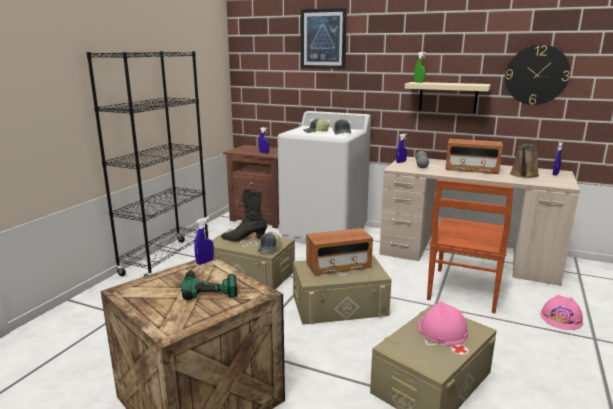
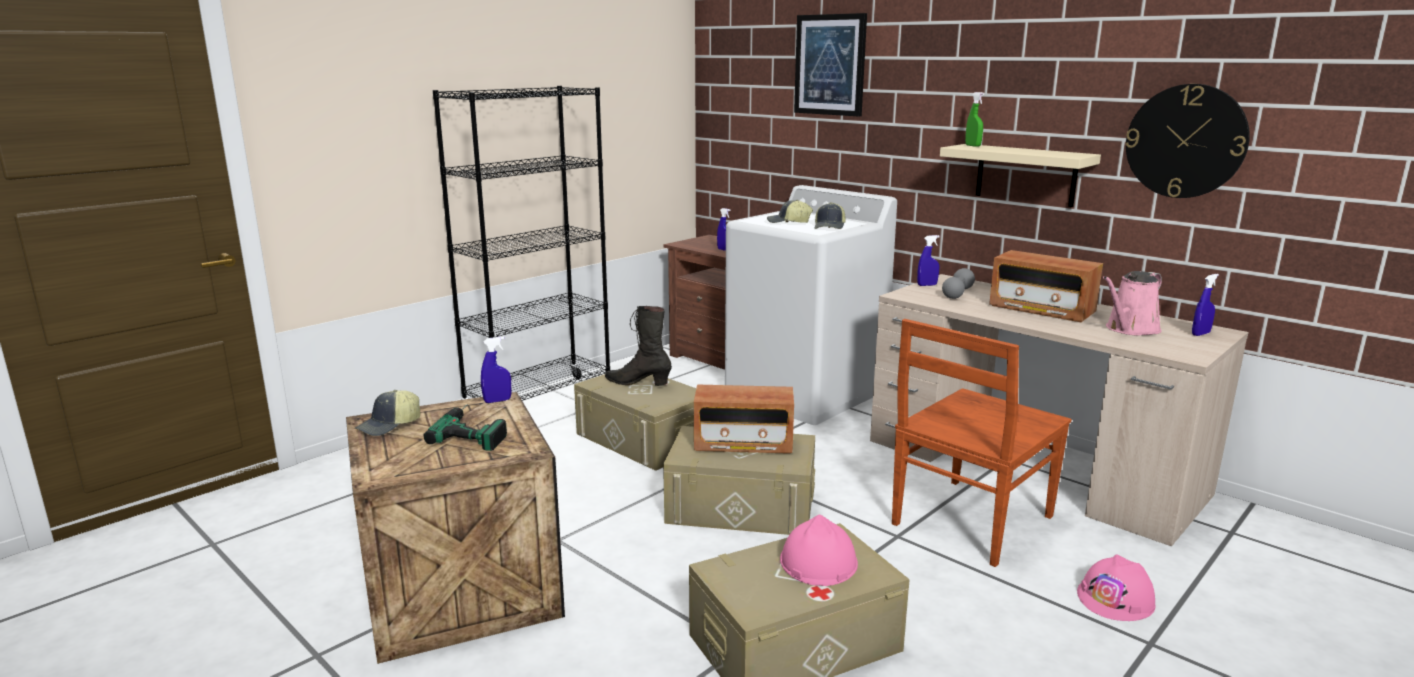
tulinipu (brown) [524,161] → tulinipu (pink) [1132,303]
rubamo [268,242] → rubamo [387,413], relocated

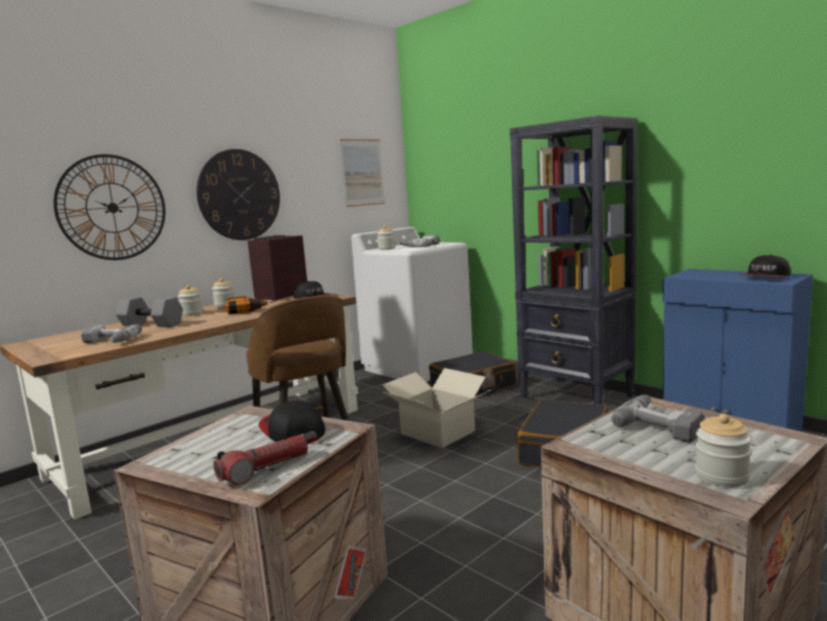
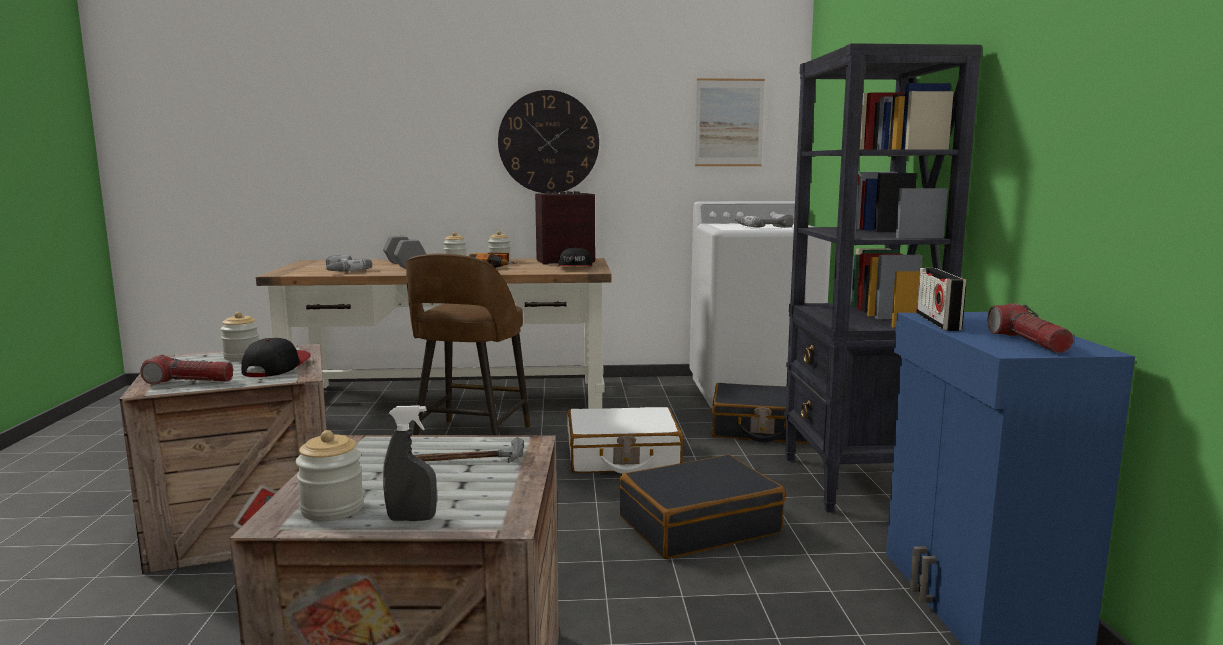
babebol [109,207] → -
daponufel [386,238] → daponufel [239,336], relocated
rubamo [766,266] → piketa [1030,328]
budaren [436,408] → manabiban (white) [625,440]
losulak [657,419] → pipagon [469,450]
- → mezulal [941,299]
- → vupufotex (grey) [410,463]

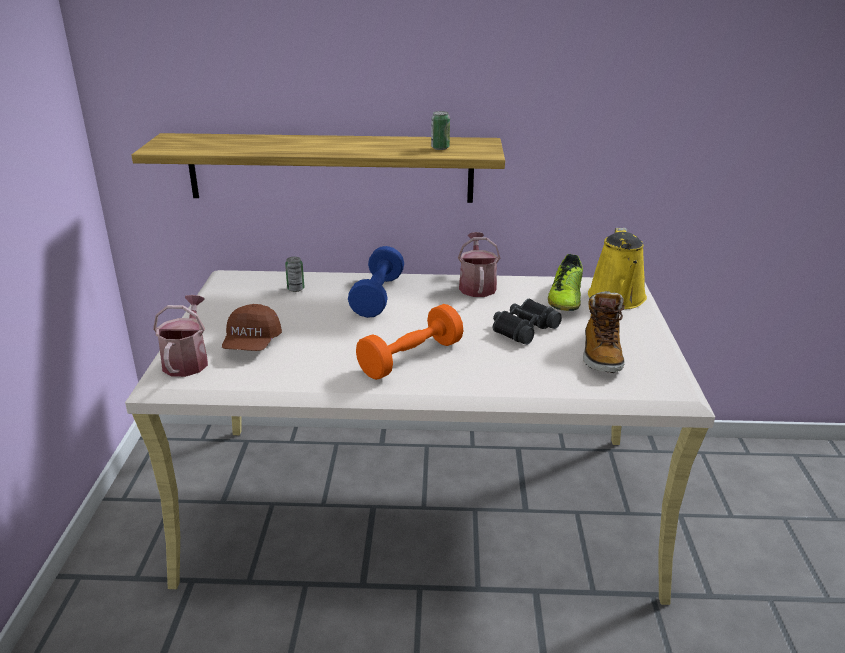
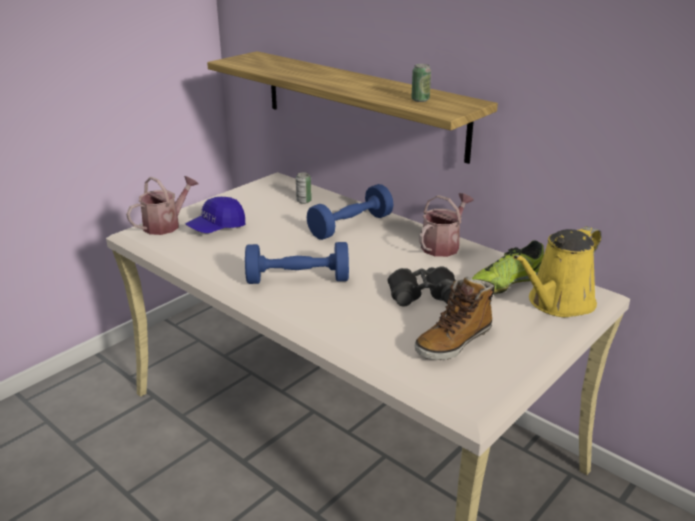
rubamo (brown) [252,327] → rubamo (blue) [215,215]
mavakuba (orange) [409,342] → mavakuba (blue) [297,263]

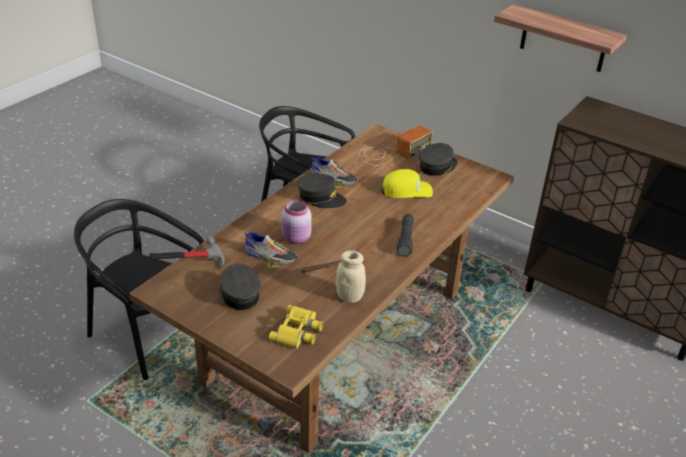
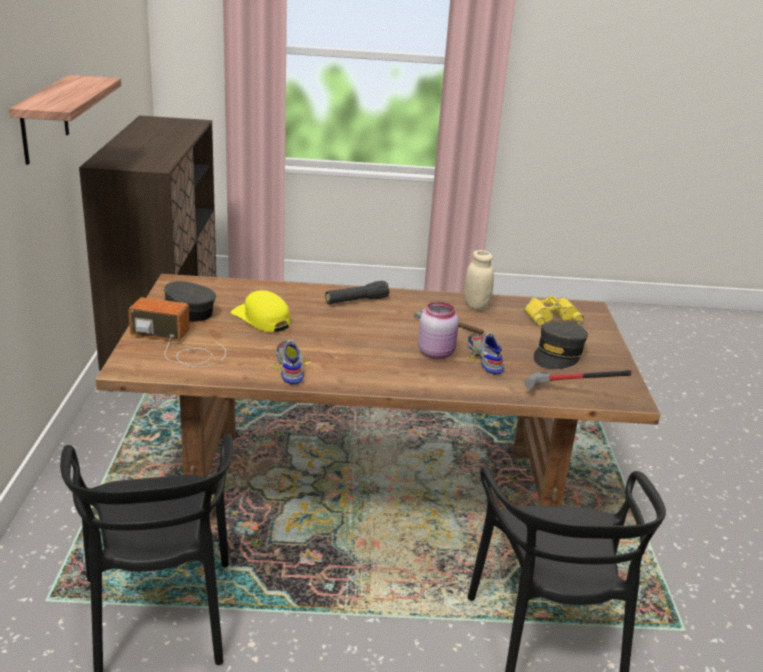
rubamo (grey) [322,191] → -

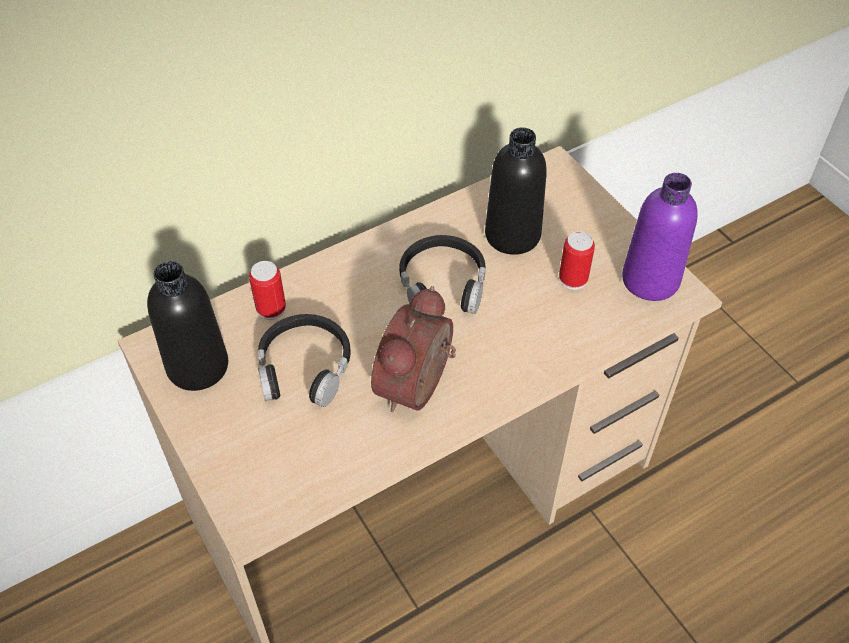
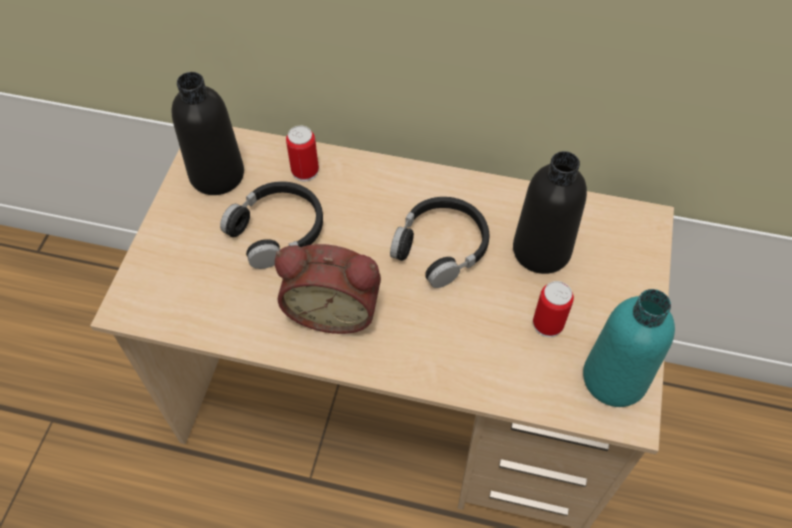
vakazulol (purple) [660,237] → vakazulol (turquoise) [629,348]
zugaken [413,349] → zugaken [328,289], 150 degrees counterclockwise

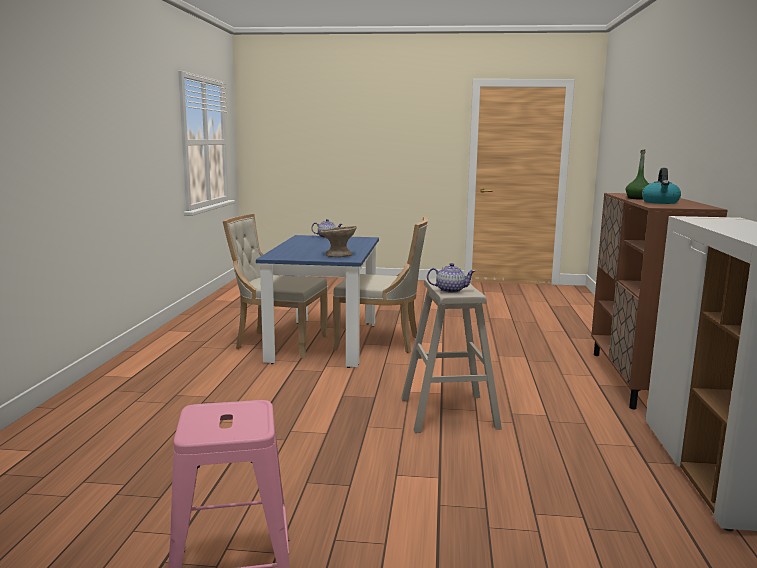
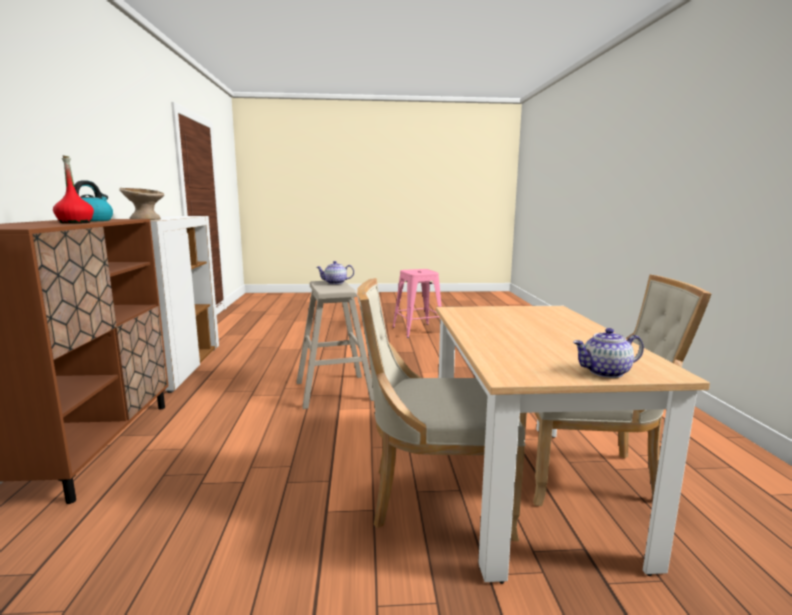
vakazulol (green) [637,174] → vakazulol (red) [73,189]
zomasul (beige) [338,241] → zomasul (beige) [141,204], relocated
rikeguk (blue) [317,301] → rikeguk (beige) [573,445]

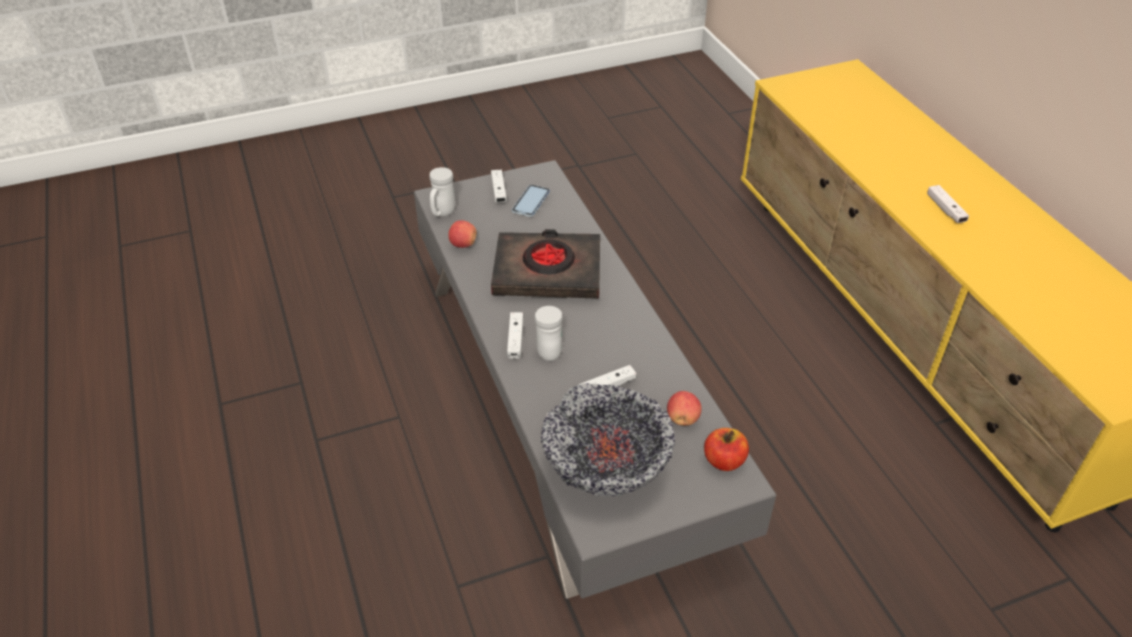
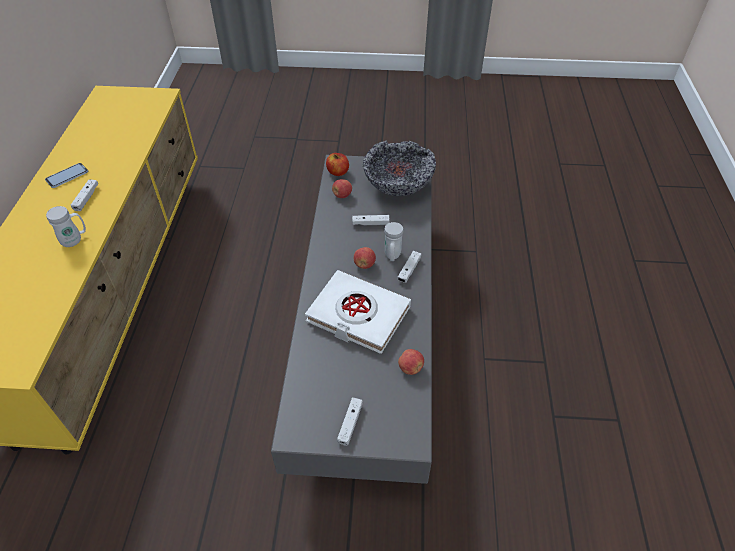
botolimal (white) [442,191] → botolimal (white) [66,226], relocated
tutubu [531,201] → tutubu [66,175], relocated
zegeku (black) [545,264] → zegeku (white) [358,312]
- → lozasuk [365,258]

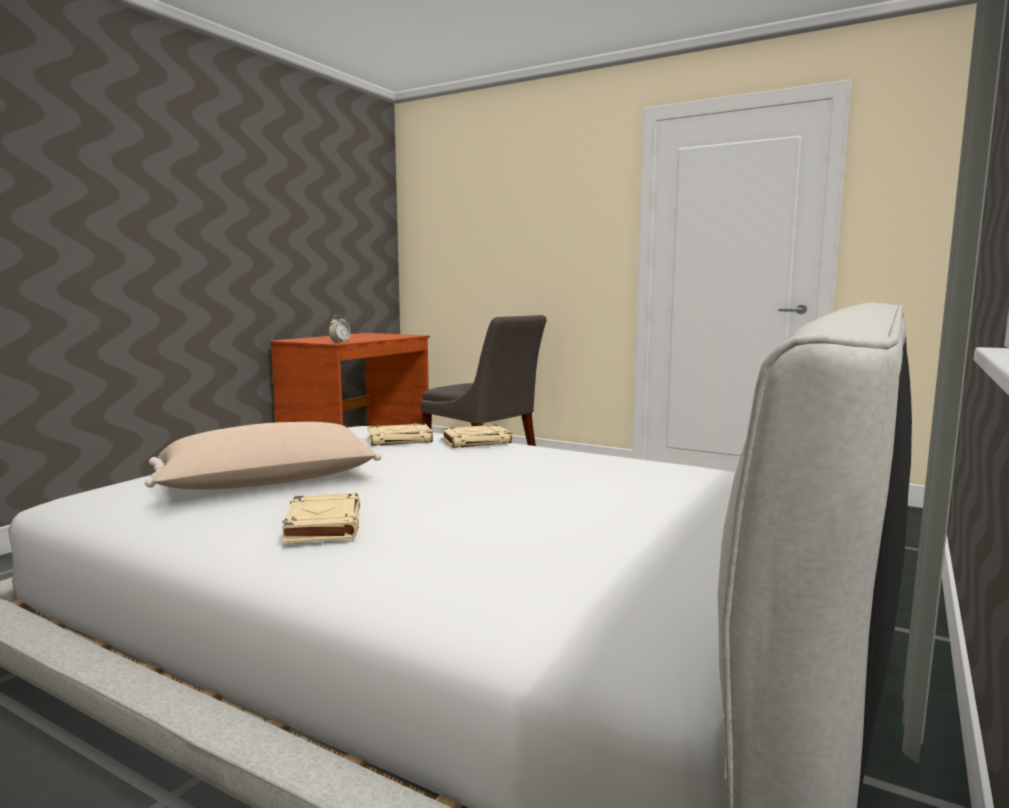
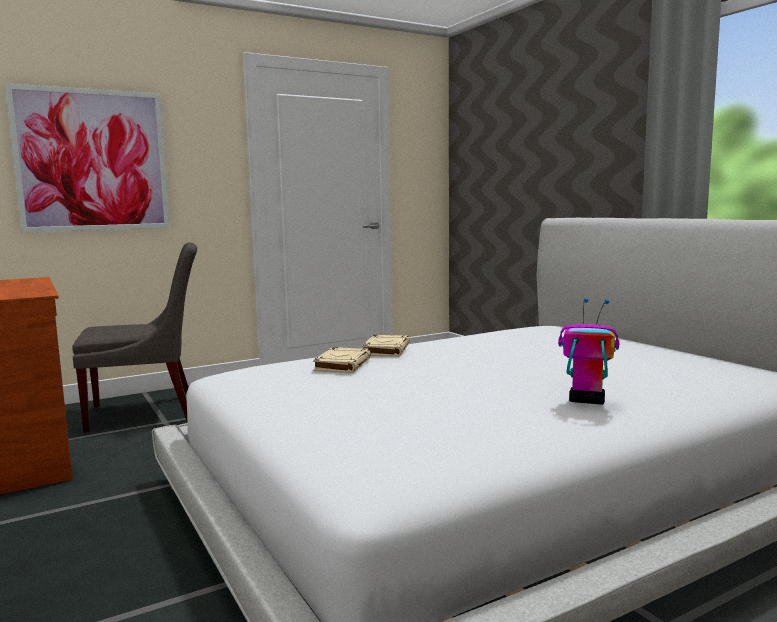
zugaken [340,328] → -
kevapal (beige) [263,456] → -
zegeku (beige) [321,518] → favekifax [588,351]
- → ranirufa [87,158]

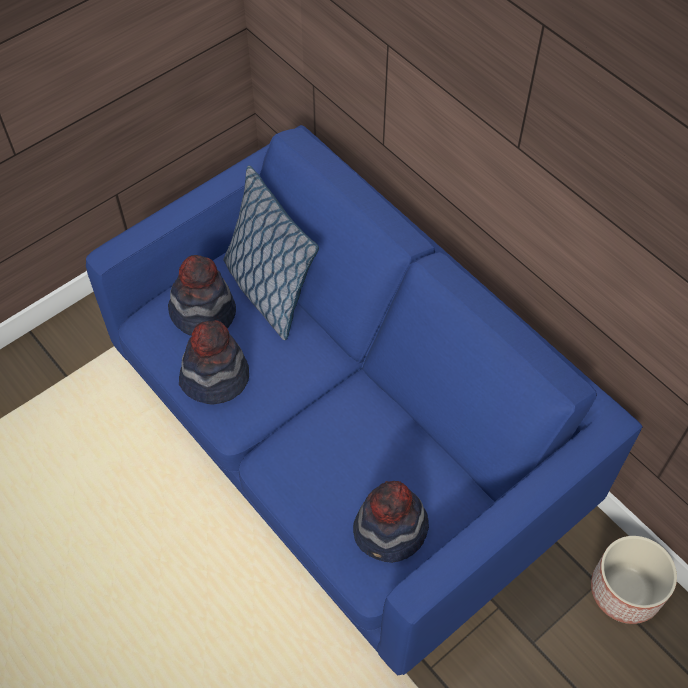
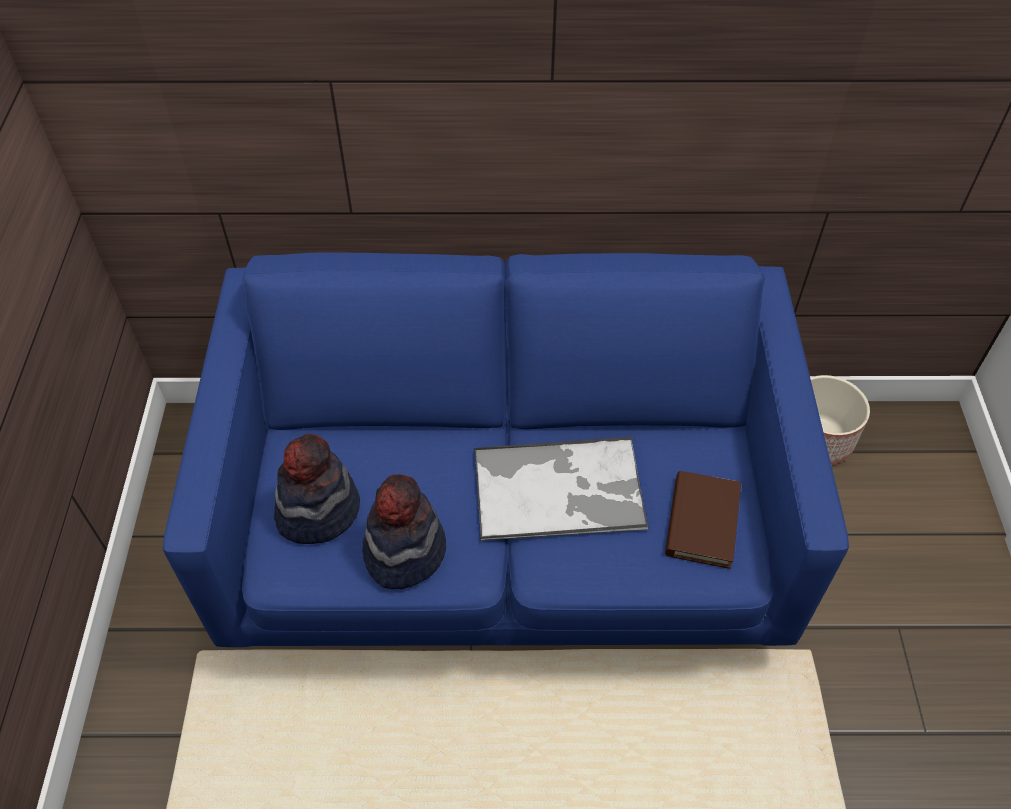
kevapal [271,253] → -
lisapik [391,522] → zegeku (brown) [703,520]
- → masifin [561,489]

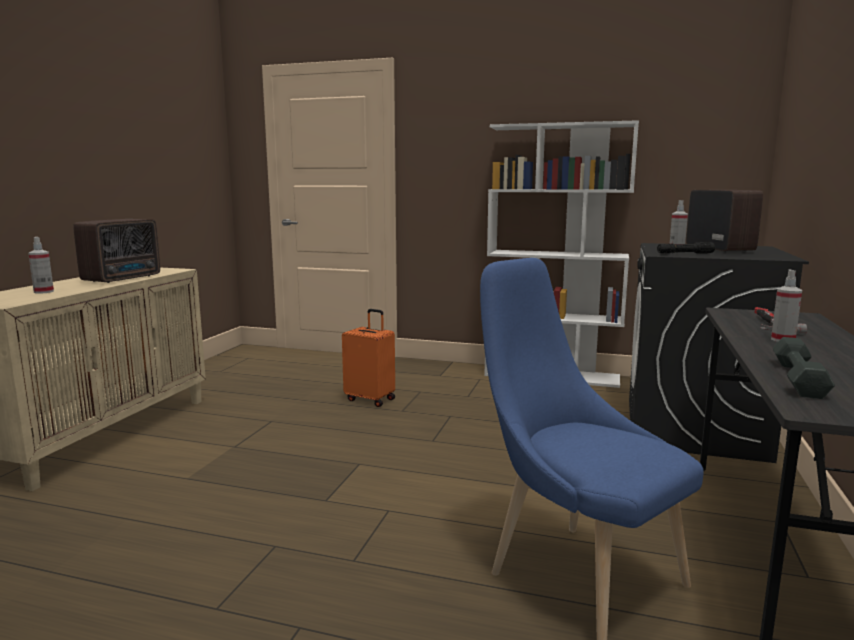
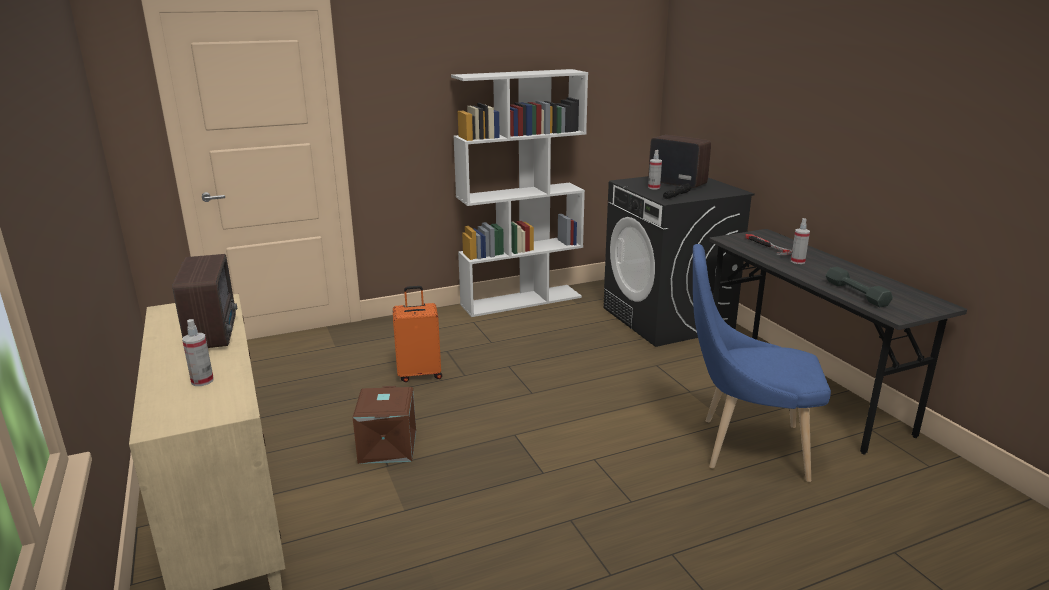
- → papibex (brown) [384,425]

